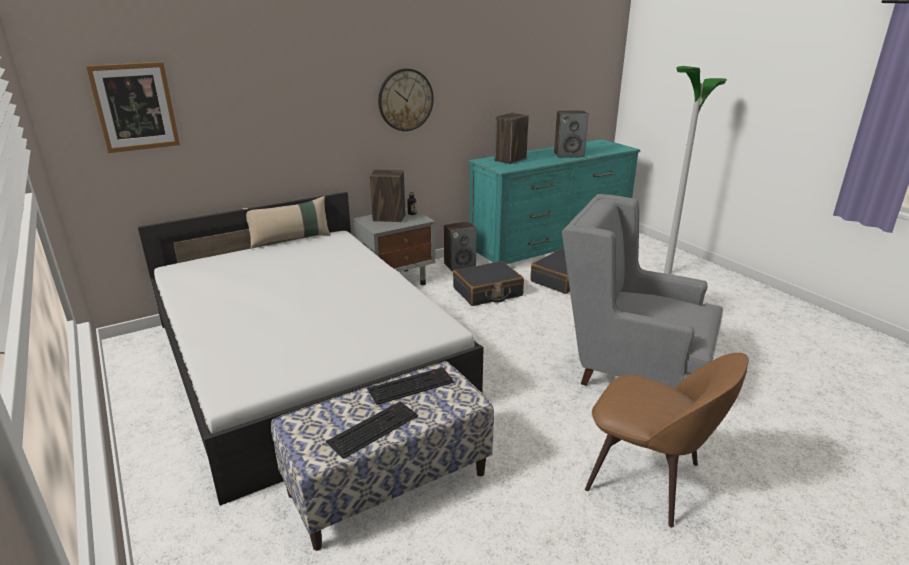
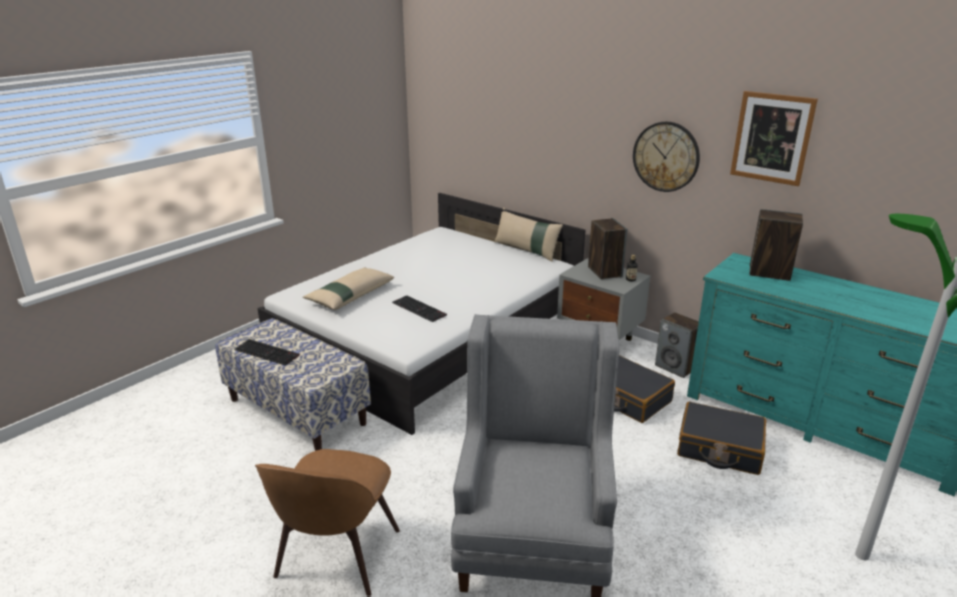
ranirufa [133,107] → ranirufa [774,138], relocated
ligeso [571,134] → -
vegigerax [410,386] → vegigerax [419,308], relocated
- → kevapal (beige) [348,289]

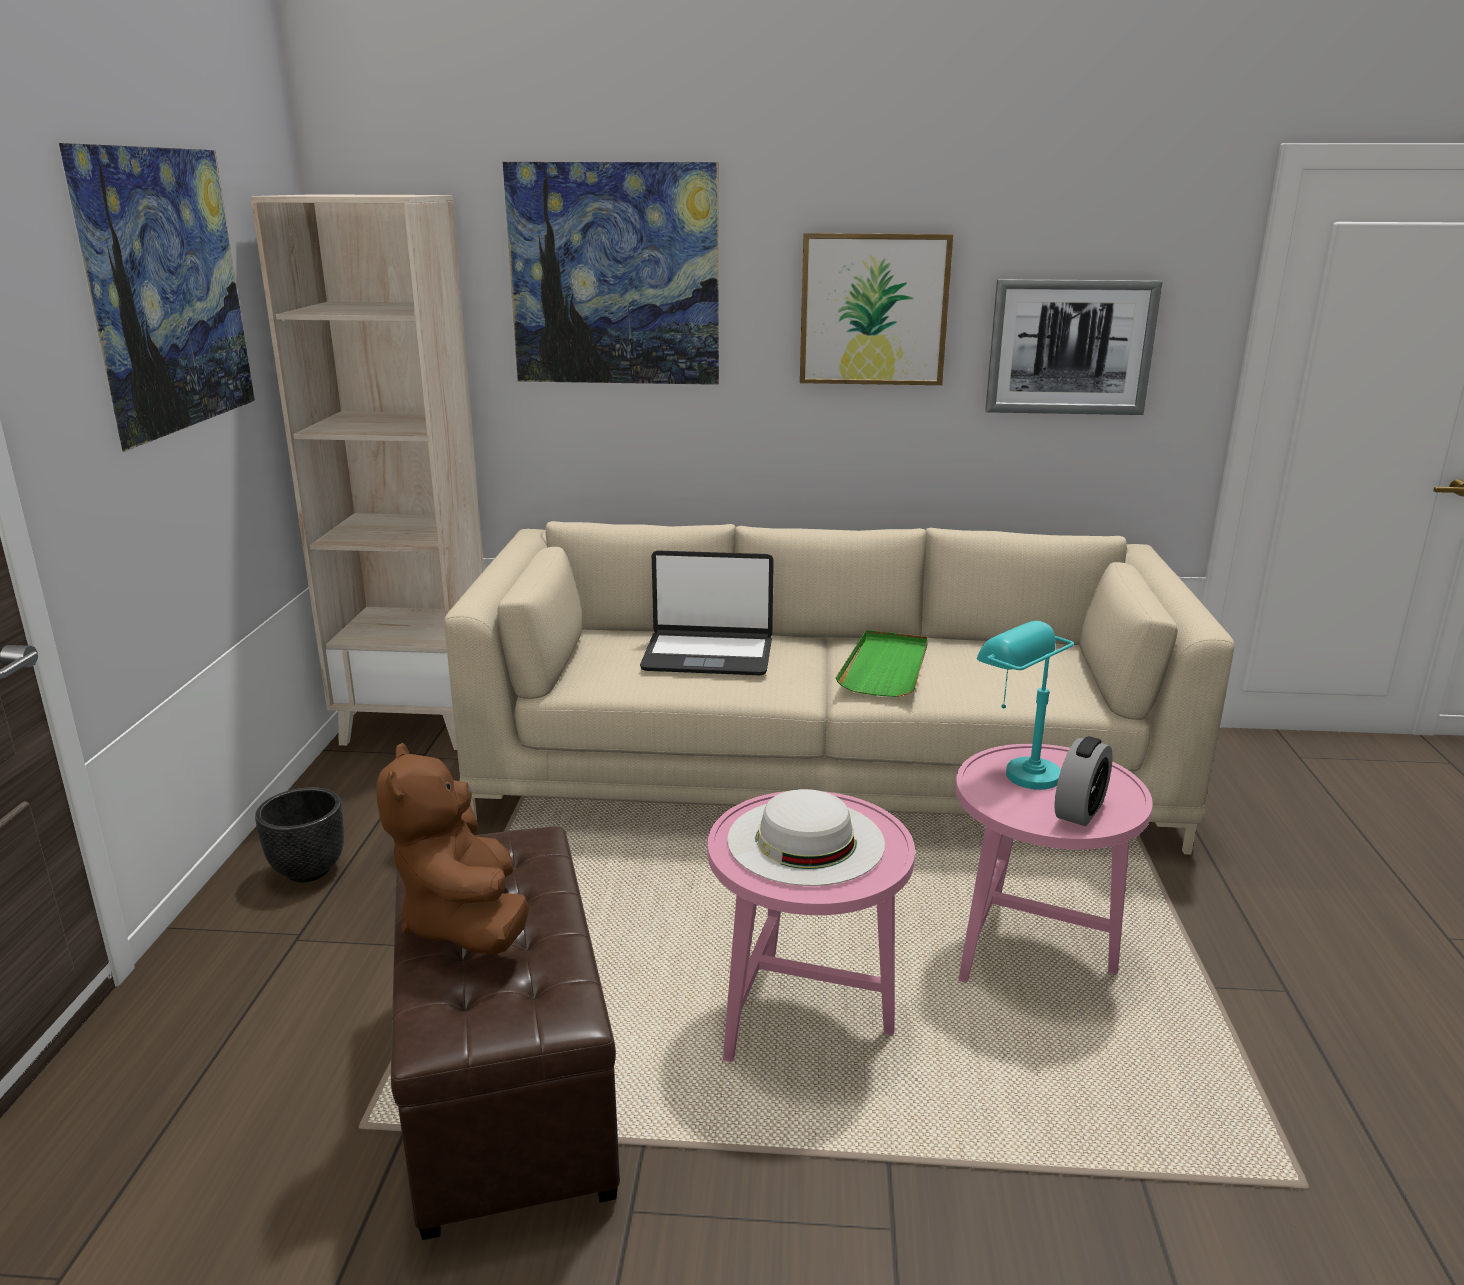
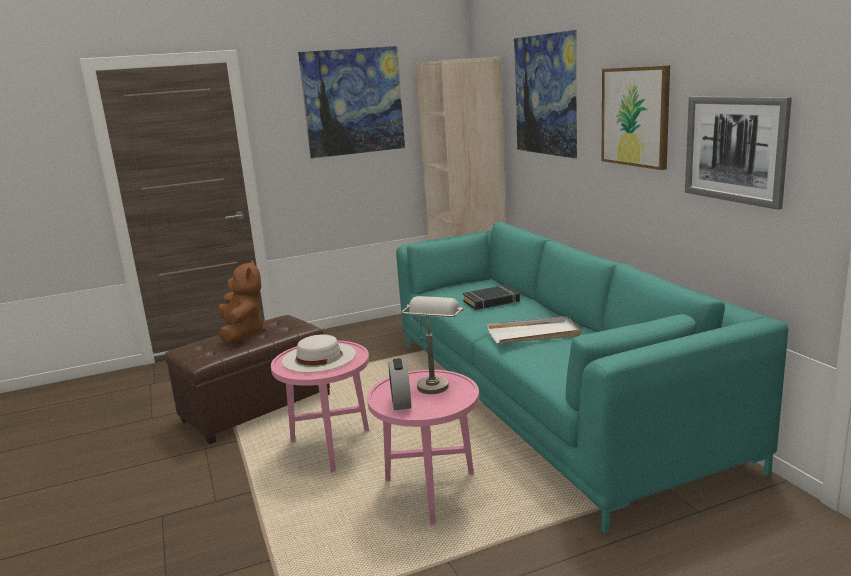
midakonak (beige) [839,688] → midakonak (turquoise) [592,378]
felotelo [707,612] → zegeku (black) [491,297]
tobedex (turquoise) [1025,705] → tobedex (grey) [432,345]
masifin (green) [882,663] → masifin (white) [534,330]
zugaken [1083,781] → zugaken [399,384], 75 degrees clockwise
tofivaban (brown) [452,848] → tofivaban (brown) [242,302], 120 degrees clockwise
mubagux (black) [299,834] → -

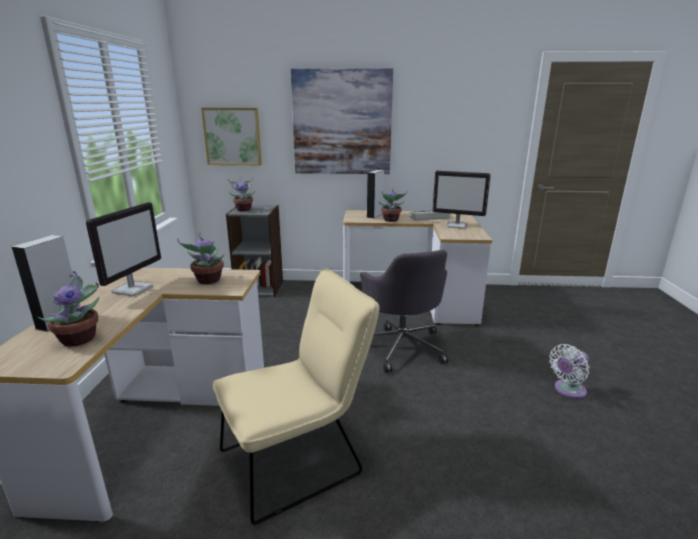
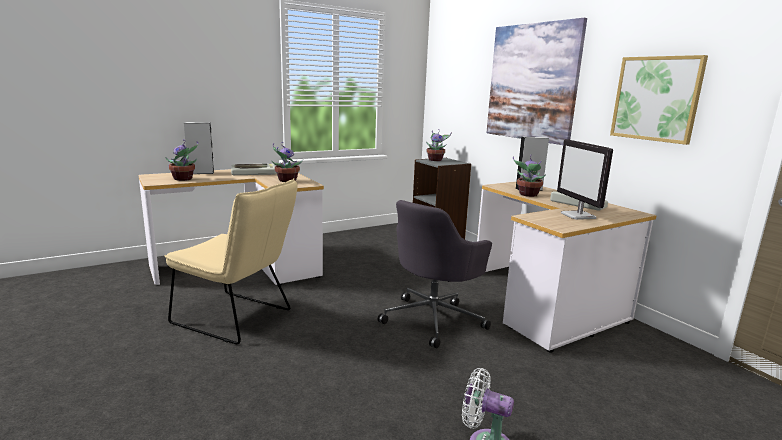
ranirufa [231,136] → ranirufa [659,100], relocated
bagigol [123,249] → vegigerax [253,169]

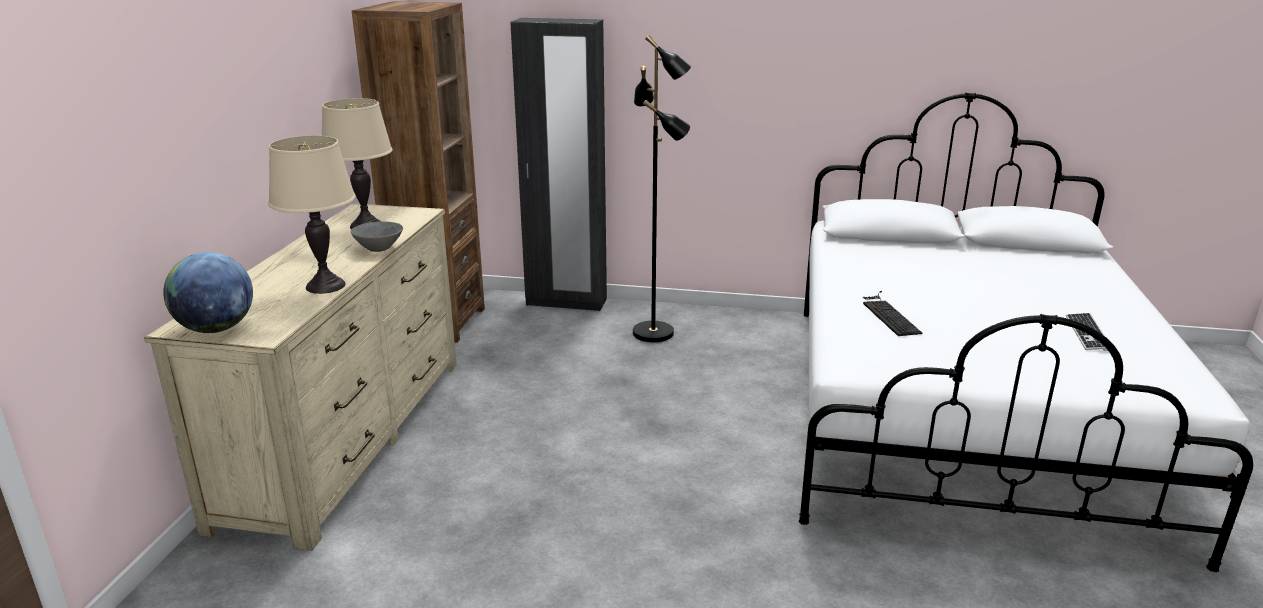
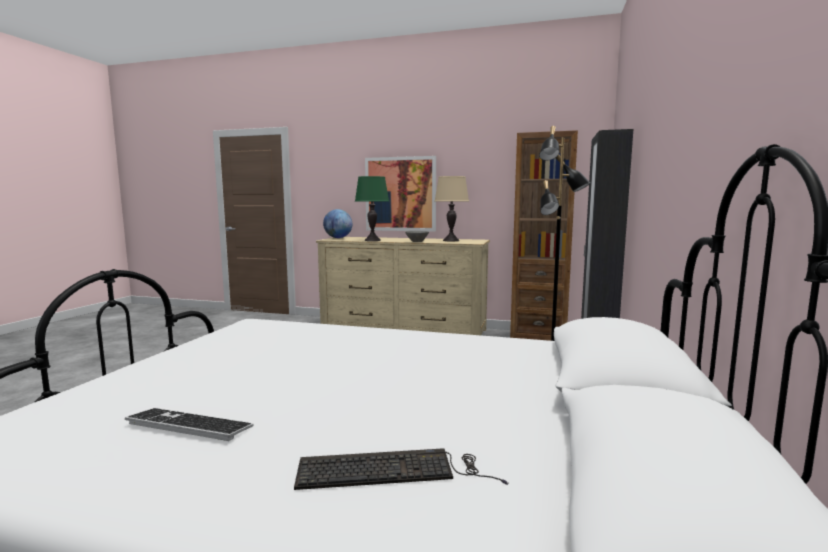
tobedex (beige) [312,214] → tobedex (green) [372,208]
vegigerax [892,313] → vegigerax [401,469], relocated
- → ranirufa [400,193]

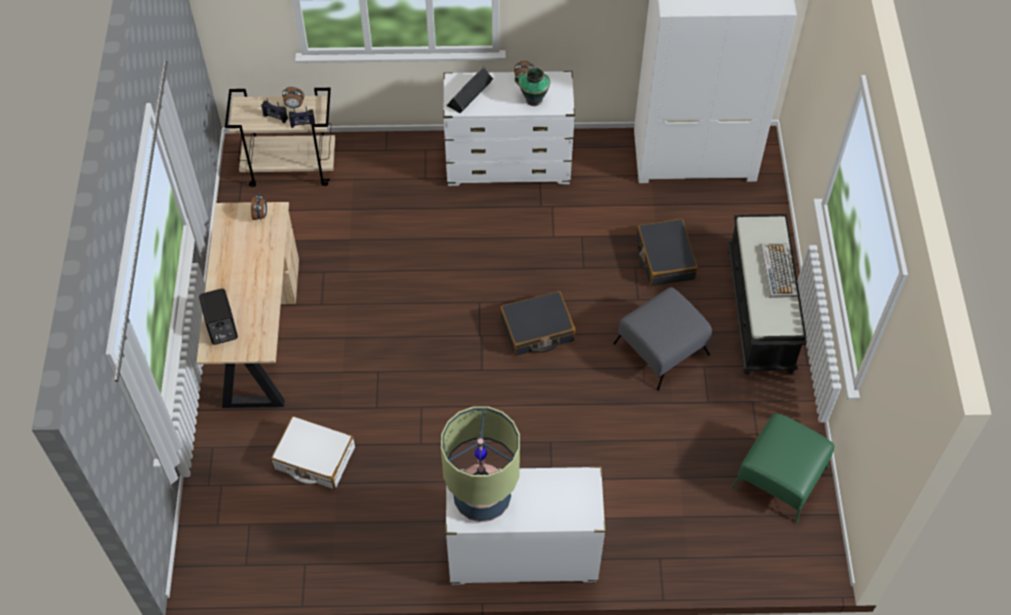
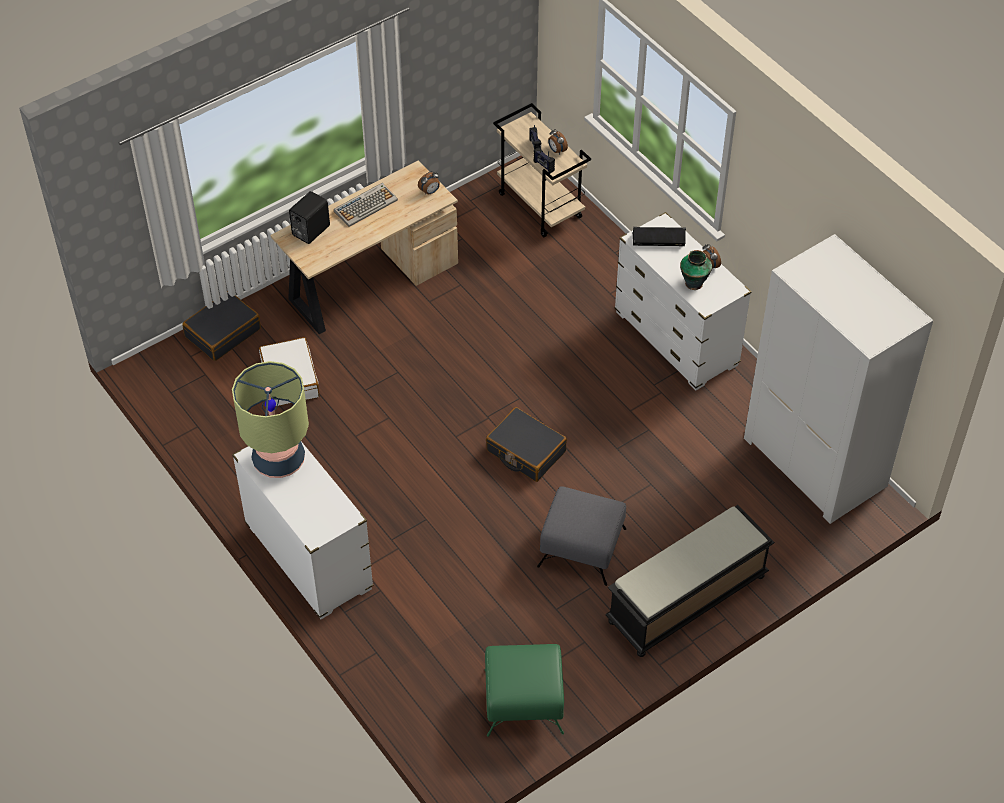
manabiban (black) [667,252] → manabiban (black) [221,326], relocated
vegigerax [779,270] → vegigerax [366,205], relocated

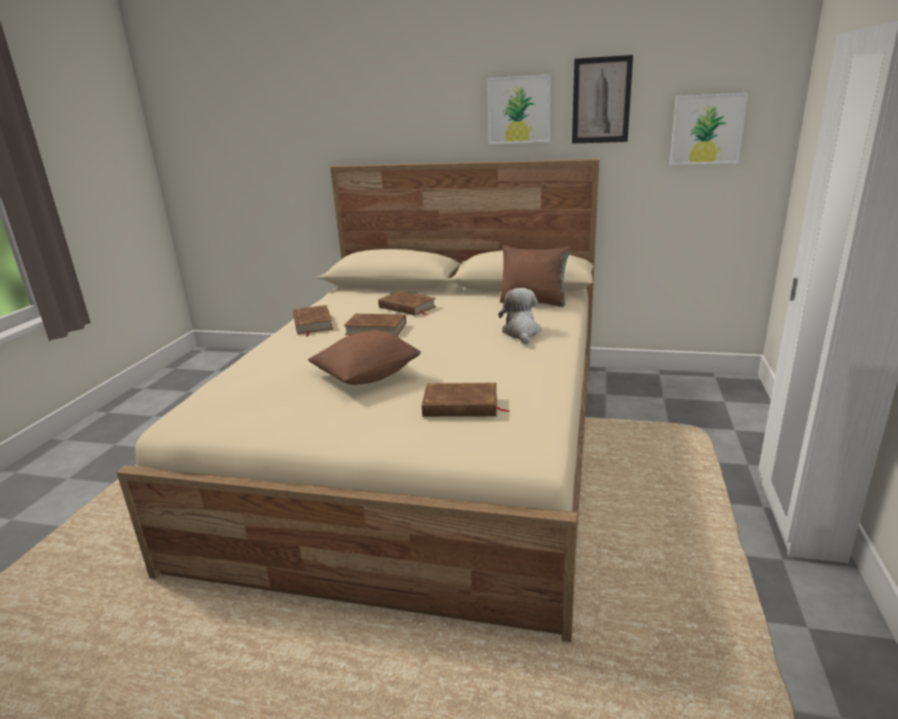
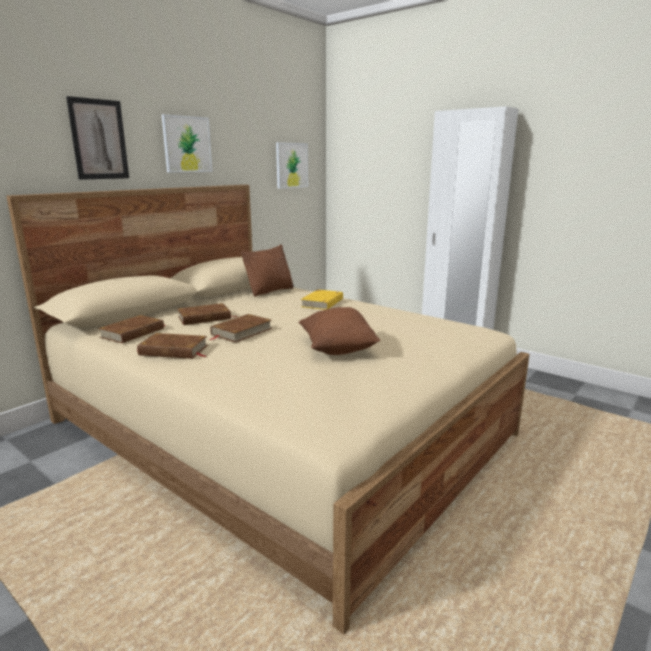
ranirufa [602,99] → ranirufa [97,138], relocated
tofivaban [520,316] → zegeku (yellow) [321,300]
zegeku (brown) [466,400] → zegeku (brown) [132,329], relocated

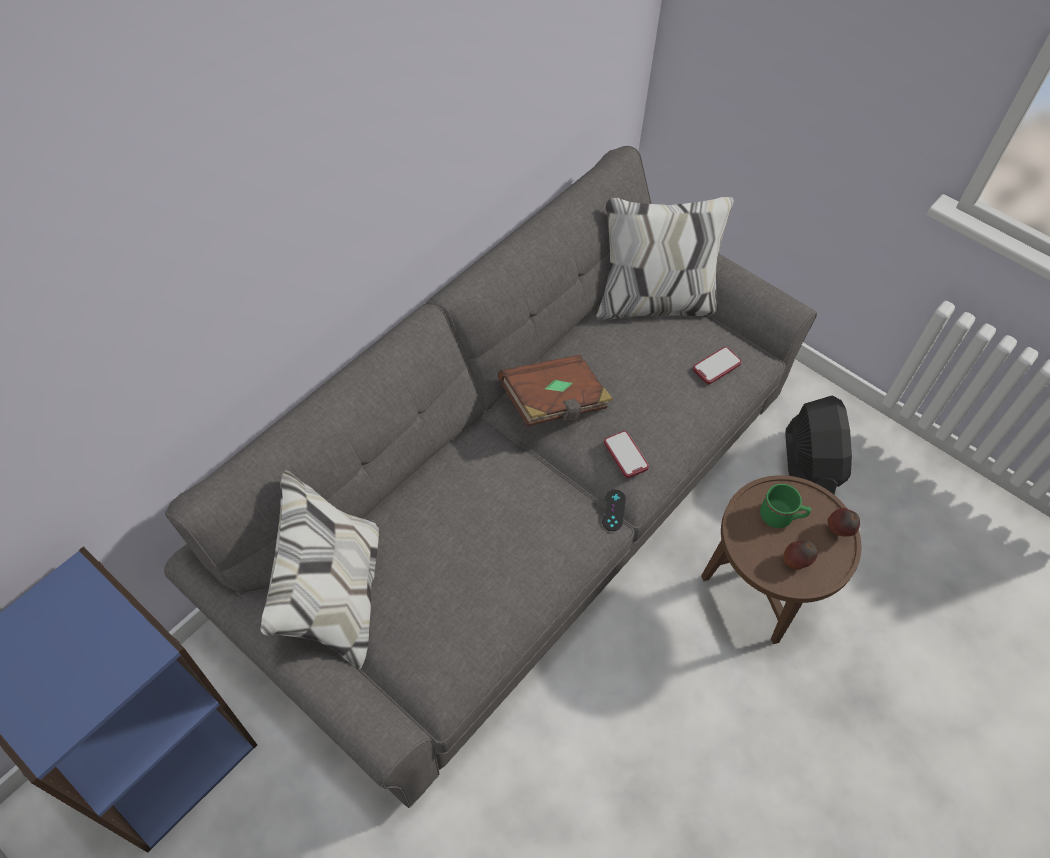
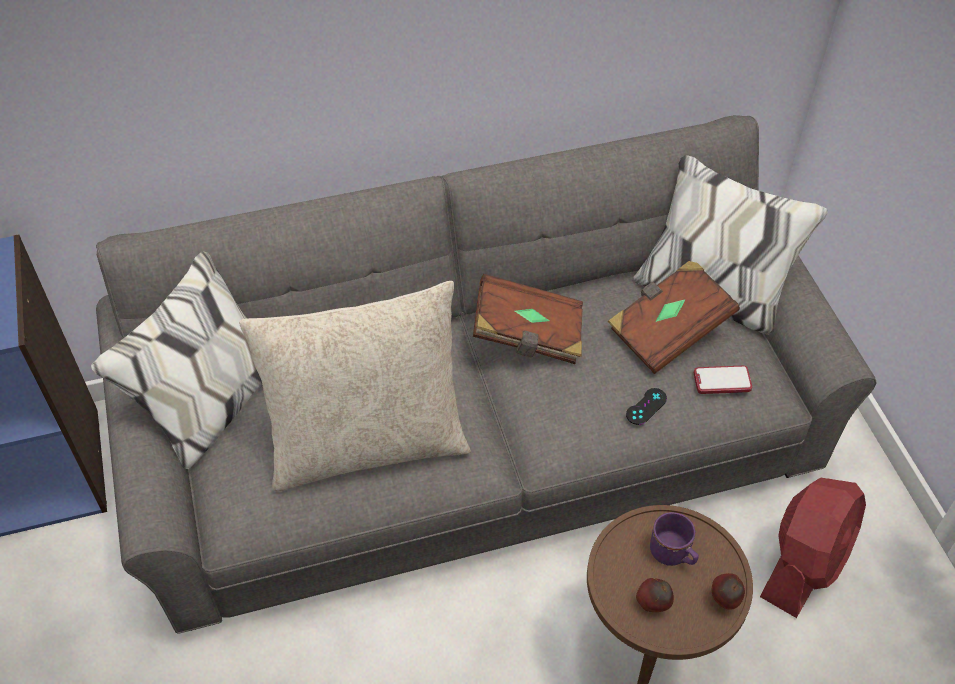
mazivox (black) [818,445] → mazivox (red) [813,547]
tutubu [626,454] → -
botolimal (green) [785,506] → botolimal (purple) [674,539]
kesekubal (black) [614,510] → kesekubal (black) [646,406], relocated
- → zegeku (brown) [673,317]
- → kevapal (beige) [355,386]

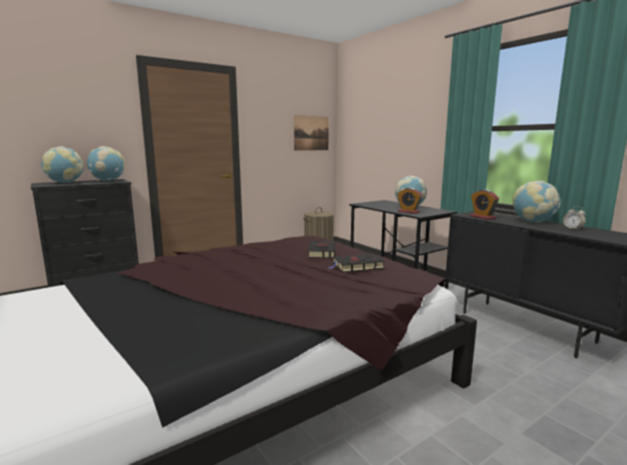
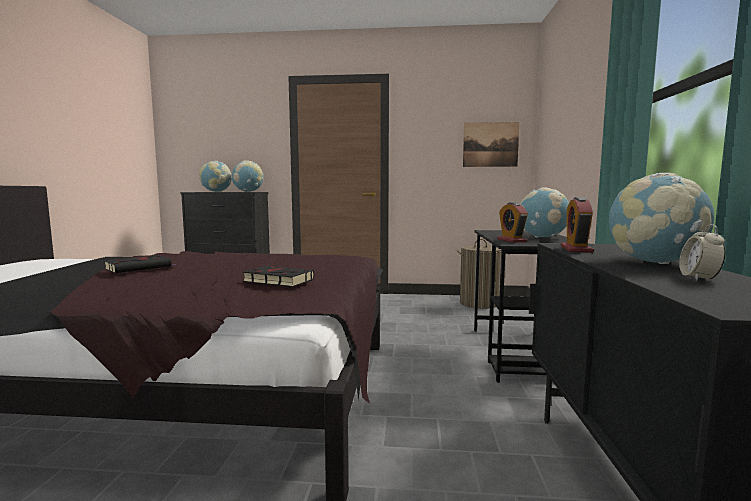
zegeku (black) [321,249] → zegeku (black) [140,264], relocated

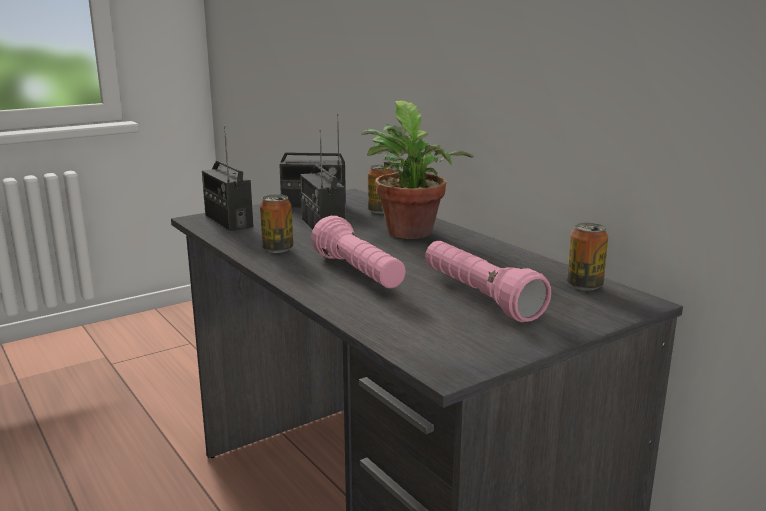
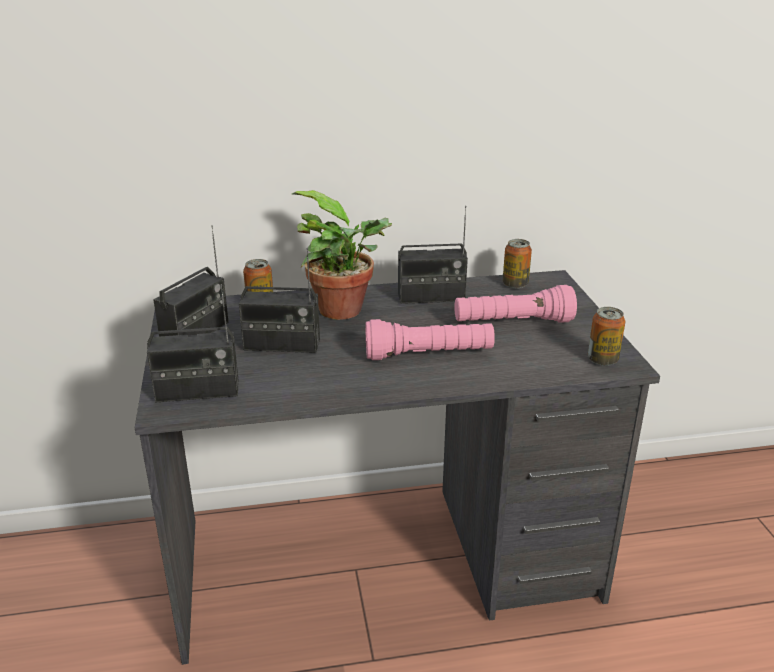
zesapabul [276,223] → zesapabul [606,336], relocated
- → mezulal [433,255]

